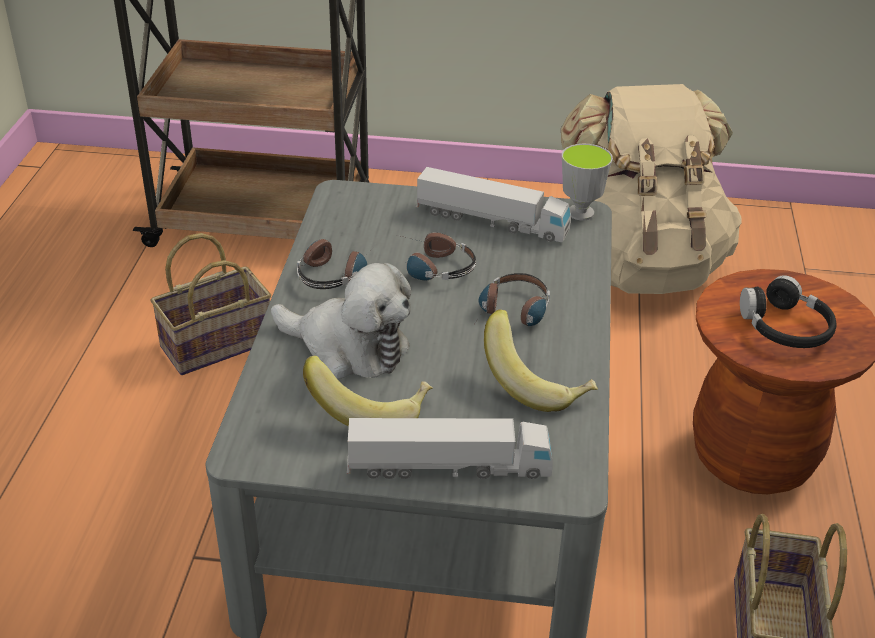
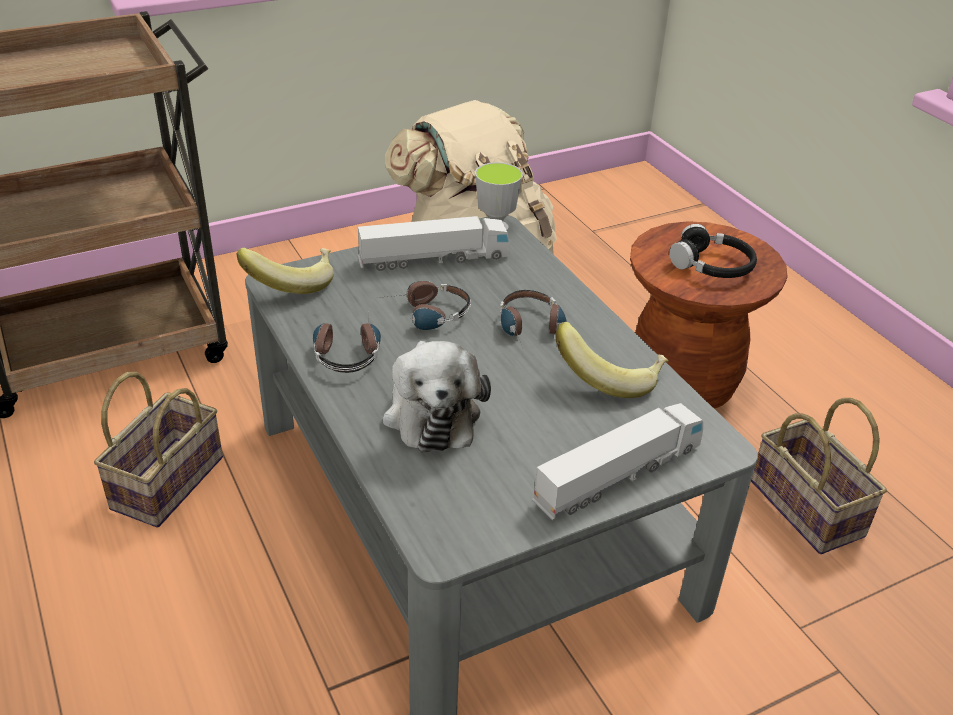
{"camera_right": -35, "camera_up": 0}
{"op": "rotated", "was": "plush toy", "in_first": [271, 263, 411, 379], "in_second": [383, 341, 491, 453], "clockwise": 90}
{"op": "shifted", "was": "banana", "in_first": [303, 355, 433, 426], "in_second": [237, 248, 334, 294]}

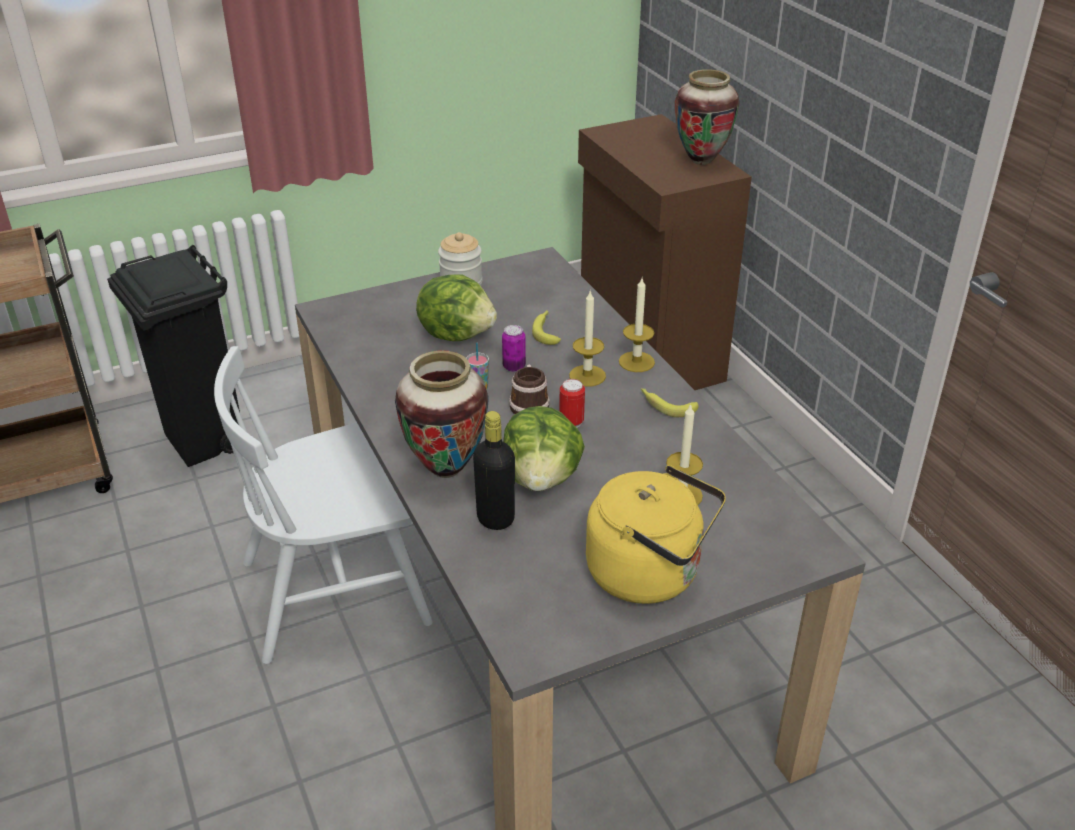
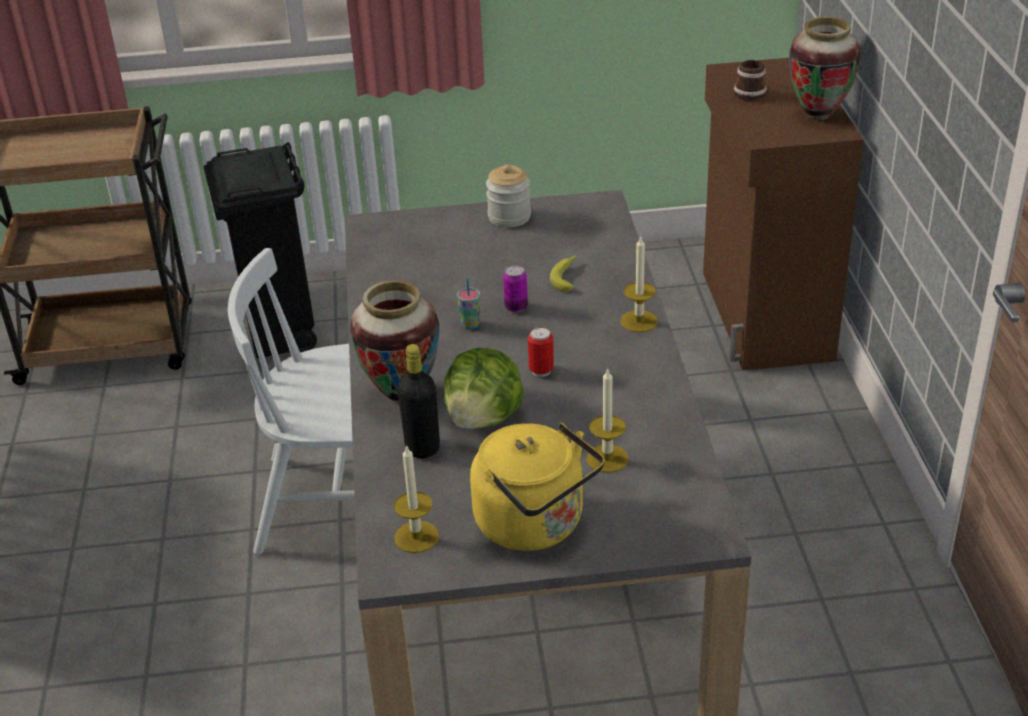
{"camera_right": 20, "camera_up": 0}
{"op": "gone", "was": "lettuce", "in_first": [416, 274, 497, 341]}
{"op": "shifted", "was": "mug", "in_first": [509, 365, 550, 414], "in_second": [734, 60, 767, 101]}
{"op": "shifted", "was": "candle", "in_first": [569, 290, 606, 387], "in_second": [394, 444, 439, 553]}
{"op": "gone", "was": "banana", "in_first": [641, 388, 698, 417]}

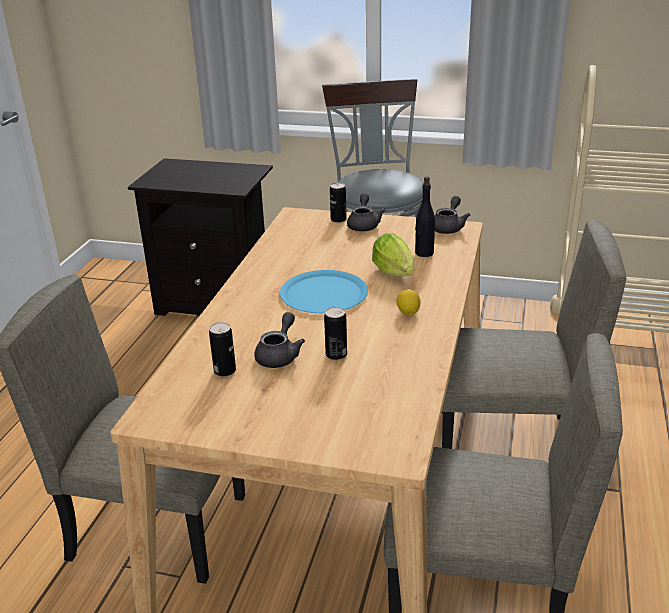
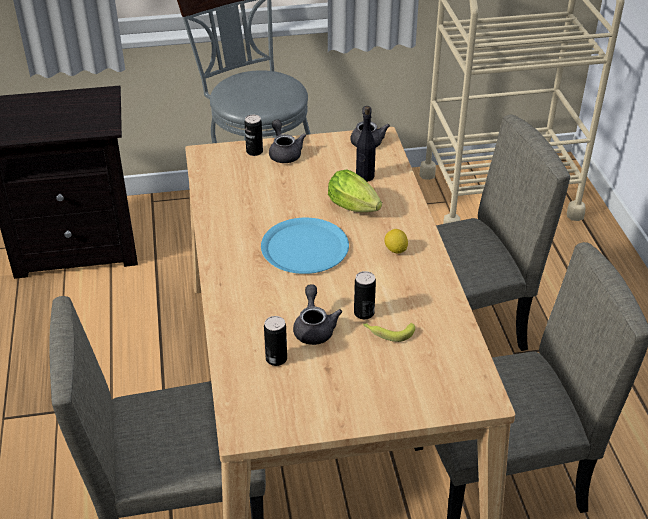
{"camera_right": -25, "camera_up": 10}
{"op": "new", "now": "banana", "in_second": [363, 323, 415, 342]}

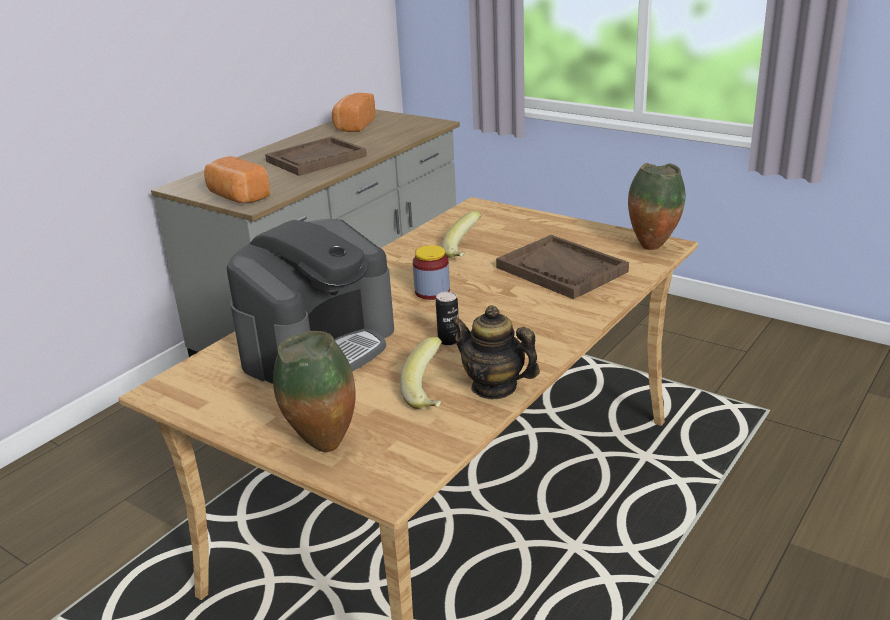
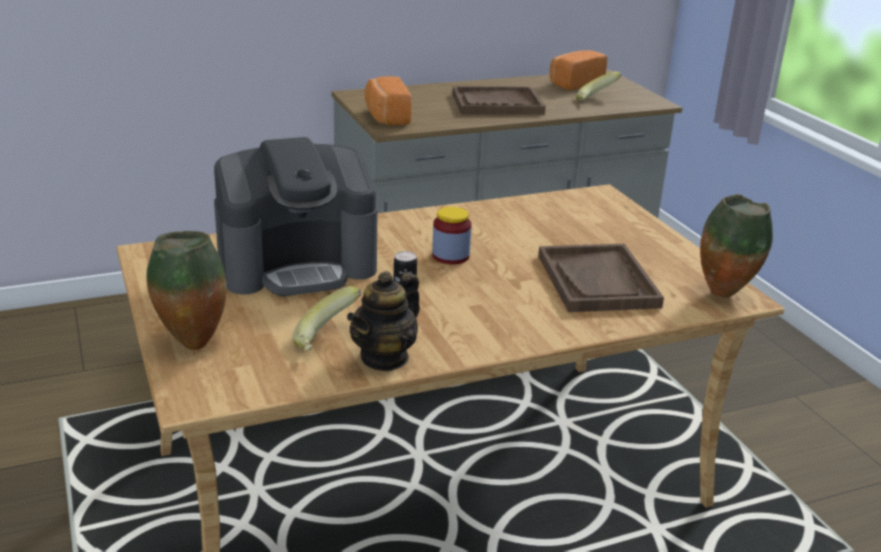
{"camera_right": 30, "camera_up": 0}
{"op": "shifted", "was": "banana", "in_first": [442, 211, 482, 258], "in_second": [576, 71, 621, 101]}
{"op": "rotated", "was": "teapot", "in_first": [450, 305, 540, 399], "in_second": [347, 271, 420, 372], "clockwise": -120}

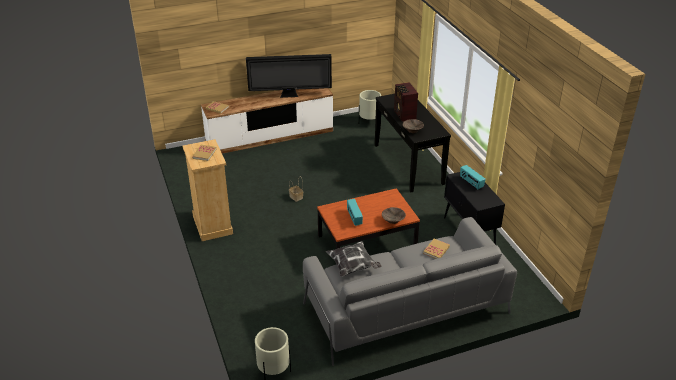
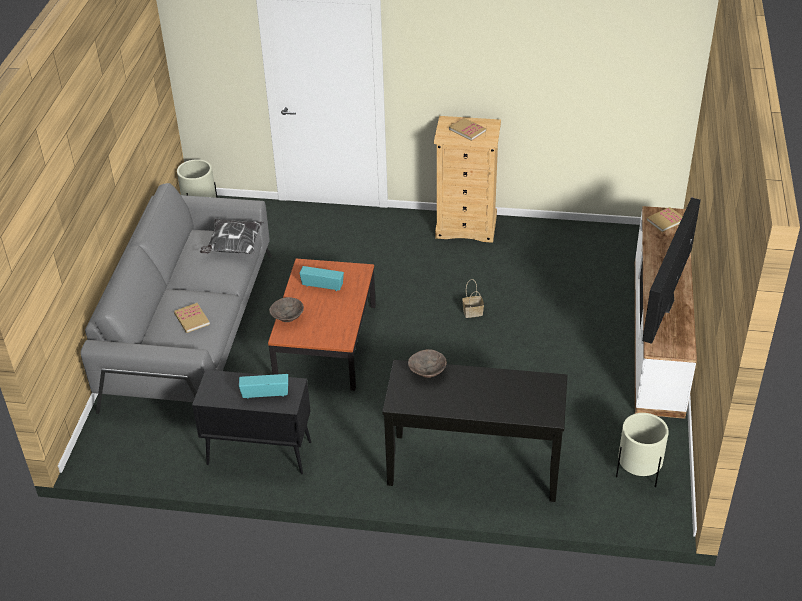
{"camera_right": 120, "camera_up": 5}
{"op": "gone", "was": "radio", "in_first": [394, 82, 418, 122]}

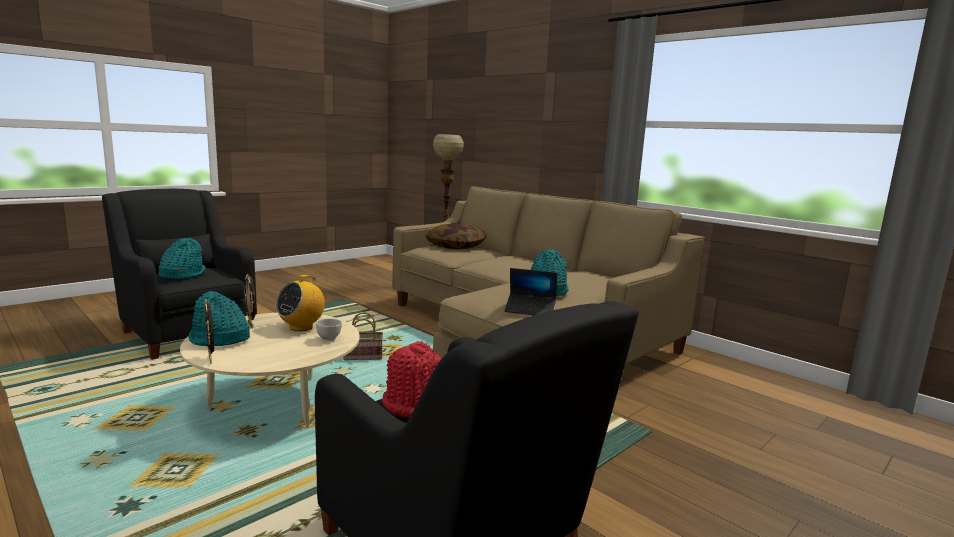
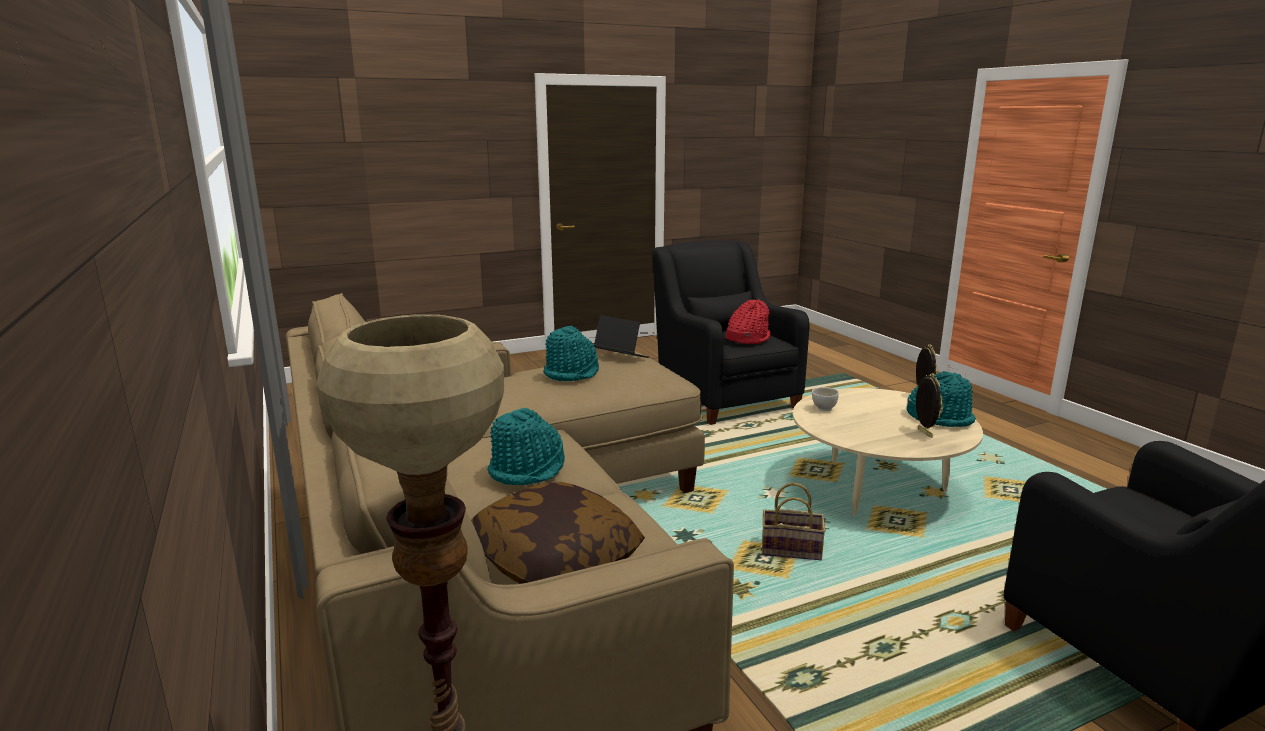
{"camera_right": -160, "camera_up": 5}
{"op": "shifted", "was": "turquoise hat", "in_first": [158, 238, 206, 279], "in_second": [487, 408, 565, 485]}
{"op": "gone", "was": "radio", "in_first": [276, 275, 325, 331]}

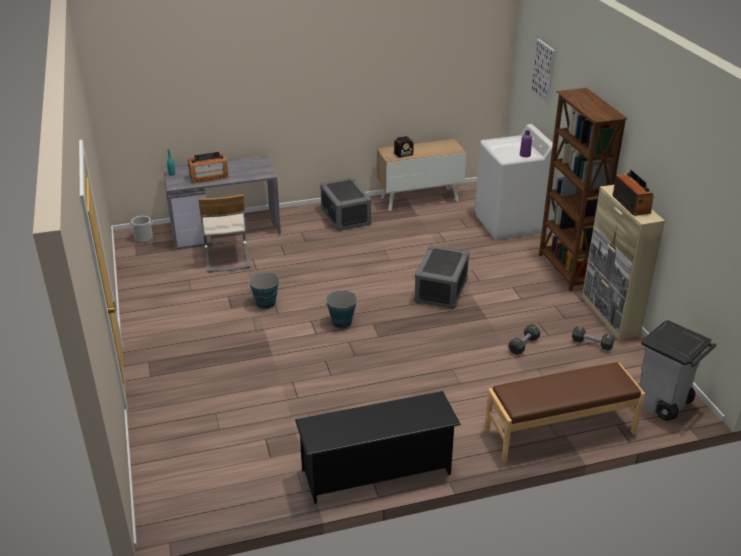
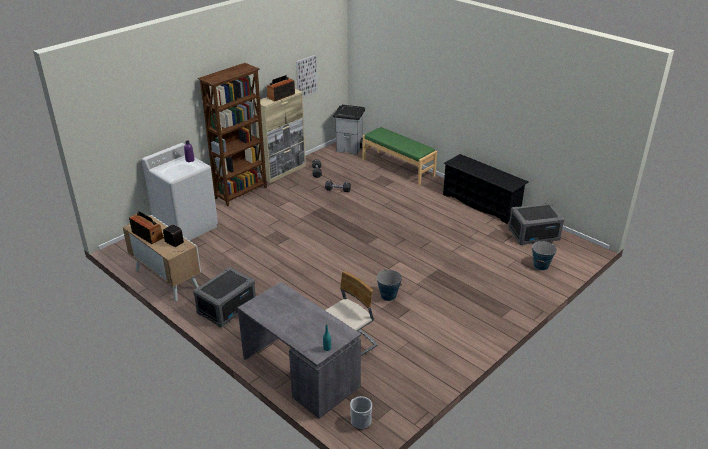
{"camera_right": -120, "camera_up": 0}
{"op": "shifted", "was": "radio", "in_first": [188, 152, 228, 184], "in_second": [129, 211, 164, 244]}
{"op": "shifted", "was": "bucket", "in_first": [325, 290, 357, 329], "in_second": [531, 241, 557, 270]}
{"op": "shifted", "was": "grey storage box", "in_first": [414, 245, 469, 309], "in_second": [508, 203, 565, 245]}
{"op": "repainted", "was": "brown bench", "now": "green bench", "in_first": [485, 362, 645, 462], "in_second": [362, 127, 437, 185]}
{"op": "shifted", "was": "picture", "in_first": [531, 39, 555, 104], "in_second": [296, 55, 318, 97]}

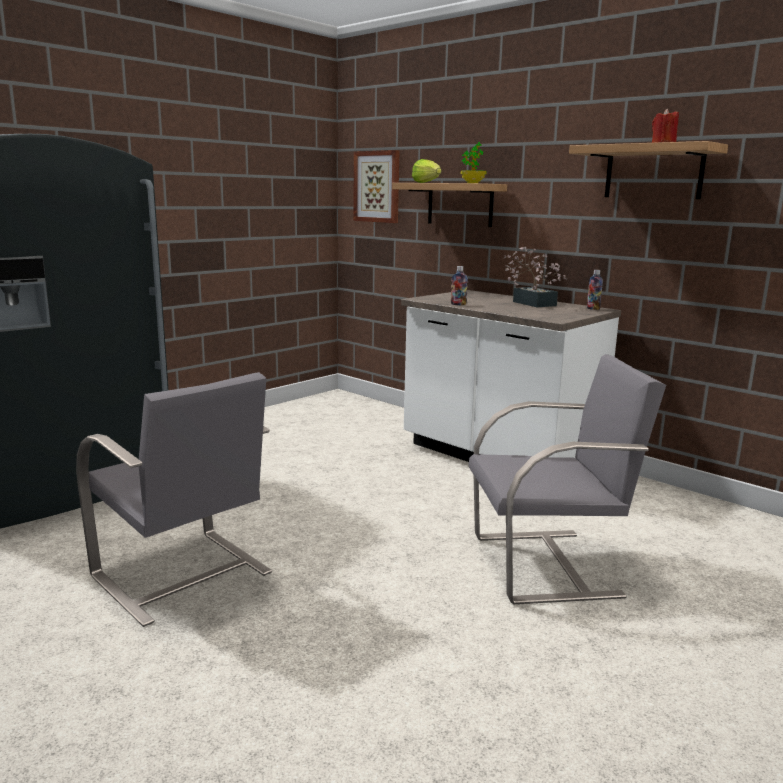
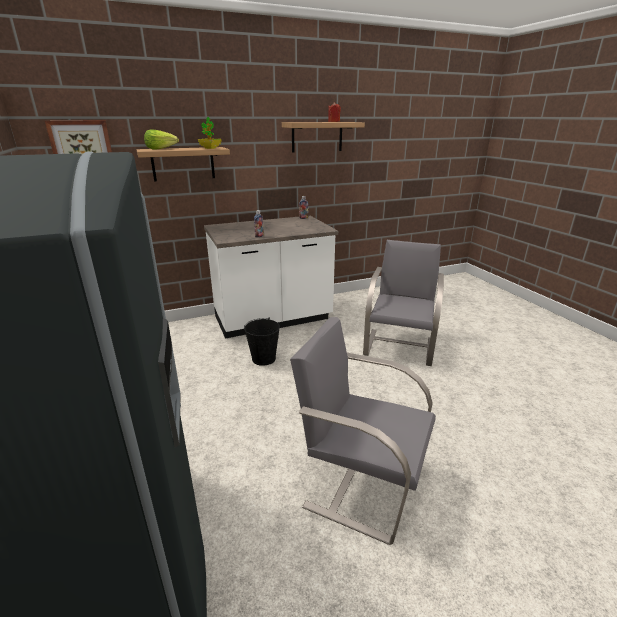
{"camera_right": -65, "camera_up": 10}
{"op": "rotated", "was": "grey chair", "in_first": [76, 372, 272, 627], "in_second": [290, 317, 436, 545], "clockwise": -135}
{"op": "gone", "was": "potted plant", "in_first": [503, 247, 567, 307]}
{"op": "new", "now": "black bucket", "in_second": [244, 318, 280, 366]}

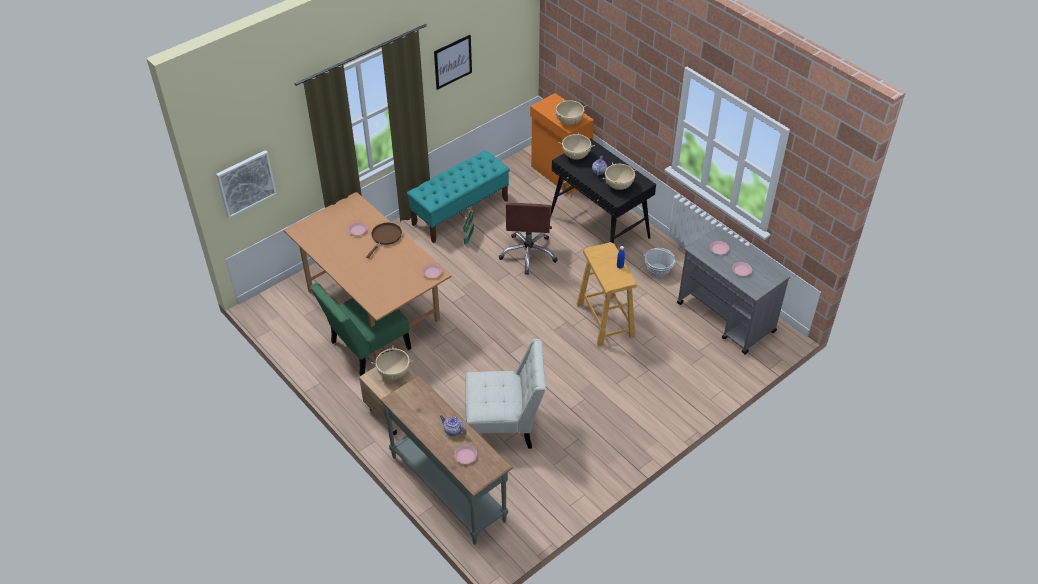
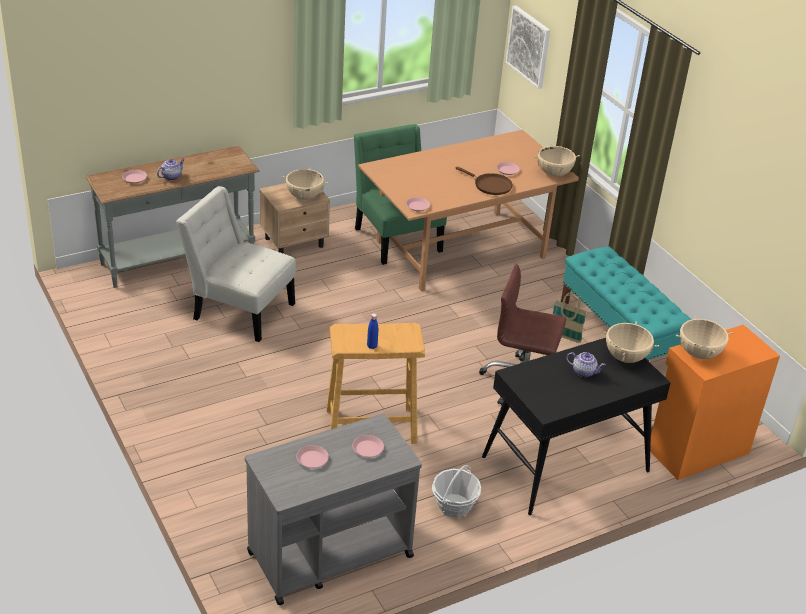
{"camera_right": 100, "camera_up": -10}
{"op": "gone", "was": "picture", "in_first": [434, 35, 472, 90]}
{"op": "rotated", "was": "white chair", "in_first": [465, 339, 546, 449], "in_second": [176, 186, 296, 342], "clockwise": 105}
{"op": "shifted", "was": "beige cooking pot", "in_first": [603, 162, 637, 190], "in_second": [534, 144, 580, 176]}

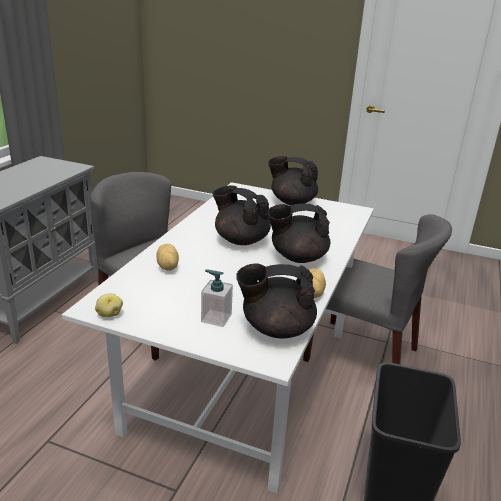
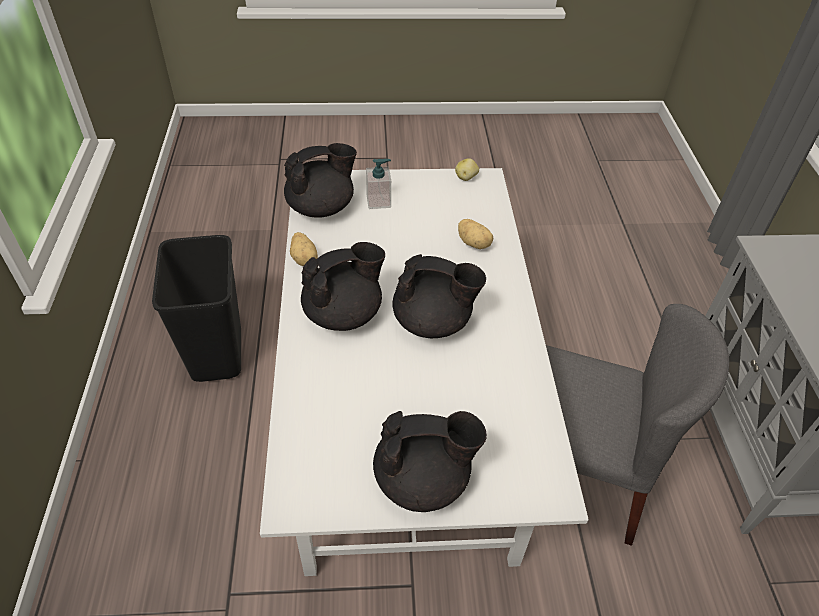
{"camera_right": 155, "camera_up": 20}
{"op": "gone", "was": "grey chair", "in_first": [303, 214, 452, 364]}

